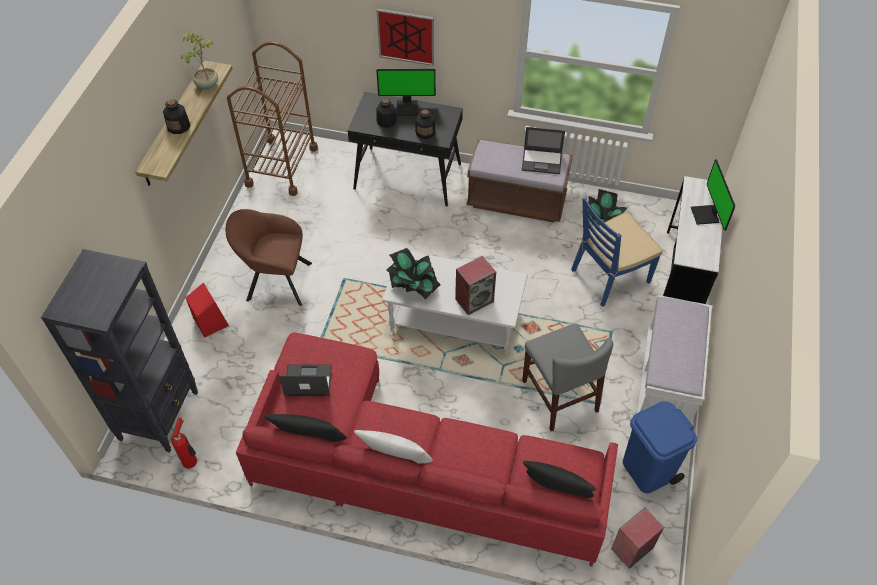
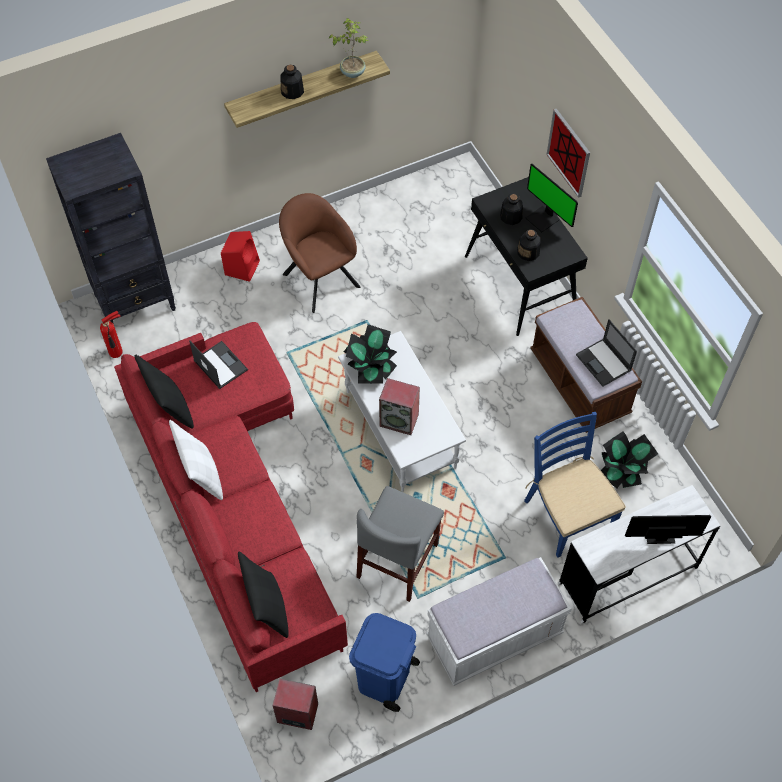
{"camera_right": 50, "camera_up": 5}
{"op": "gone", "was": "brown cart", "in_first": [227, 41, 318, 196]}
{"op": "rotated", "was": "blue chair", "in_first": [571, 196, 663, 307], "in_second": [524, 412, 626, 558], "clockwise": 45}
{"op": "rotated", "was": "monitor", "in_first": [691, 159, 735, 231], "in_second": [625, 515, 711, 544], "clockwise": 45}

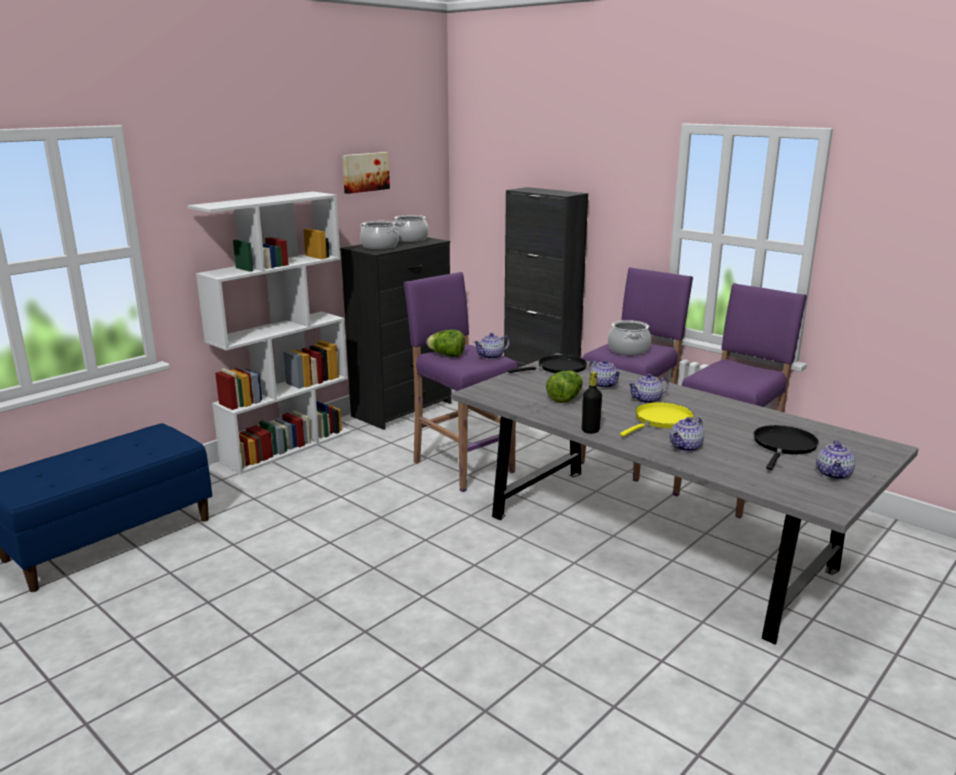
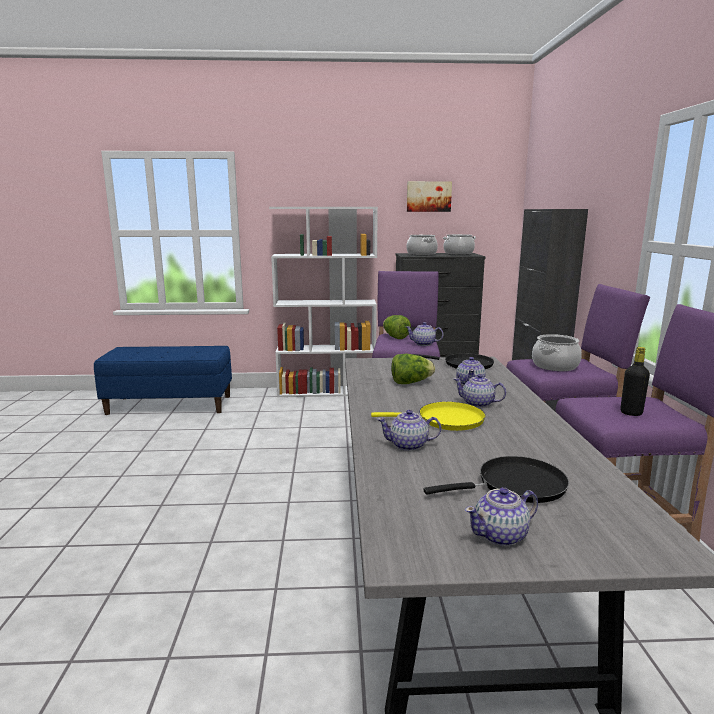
{"camera_right": 45, "camera_up": -5}
{"op": "shifted", "was": "black bottle", "in_first": [582, 372, 602, 434], "in_second": [620, 347, 650, 416]}

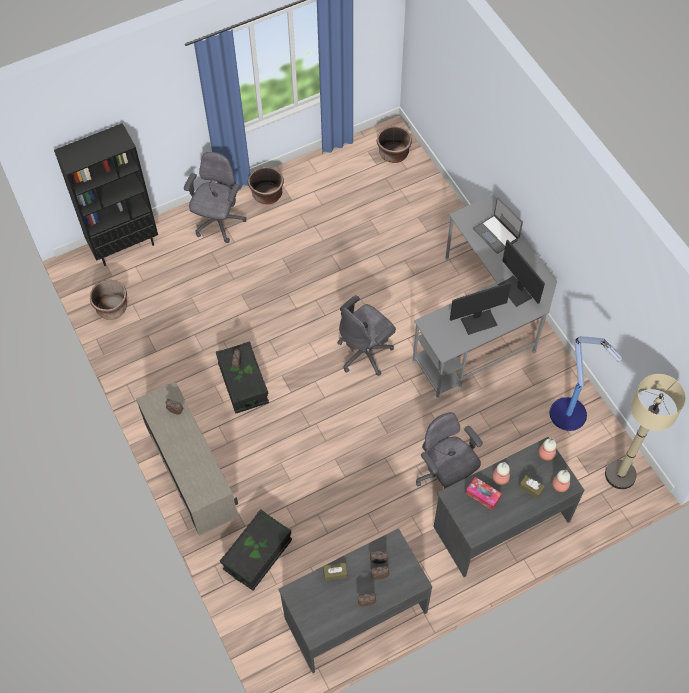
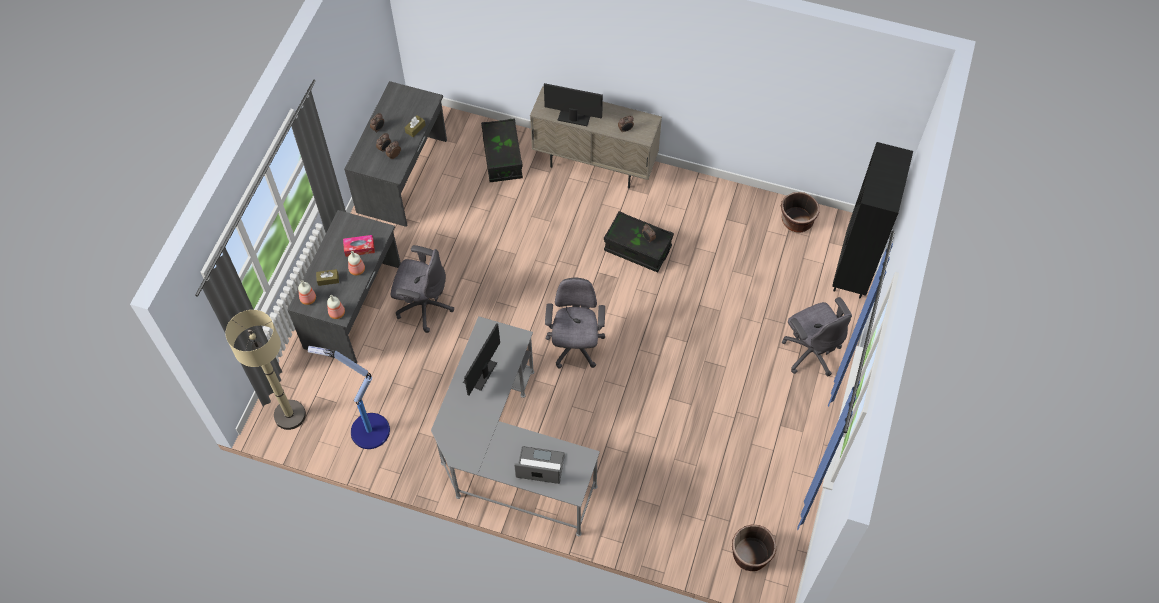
{"camera_right": 135, "camera_up": 0}
{"op": "gone", "was": "brown planter", "in_first": [248, 167, 284, 205]}
{"op": "shifted", "was": "monitor", "in_first": [498, 240, 545, 307], "in_second": [544, 83, 603, 126]}

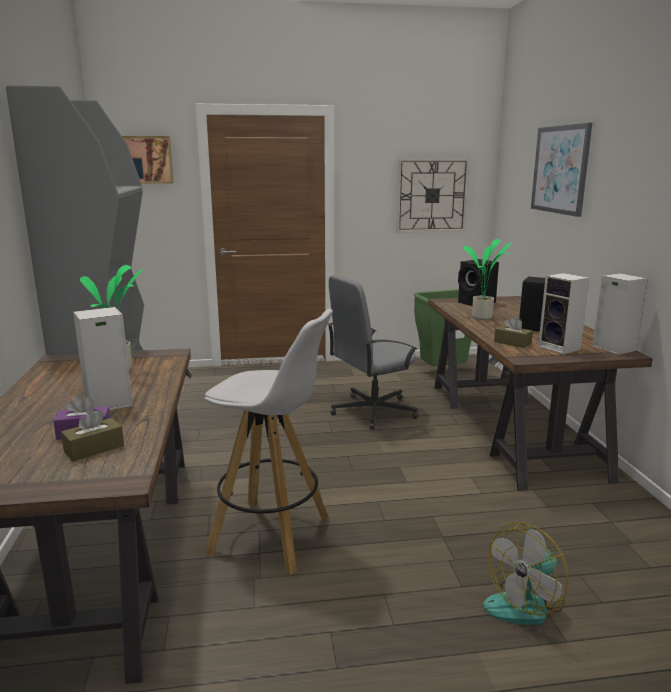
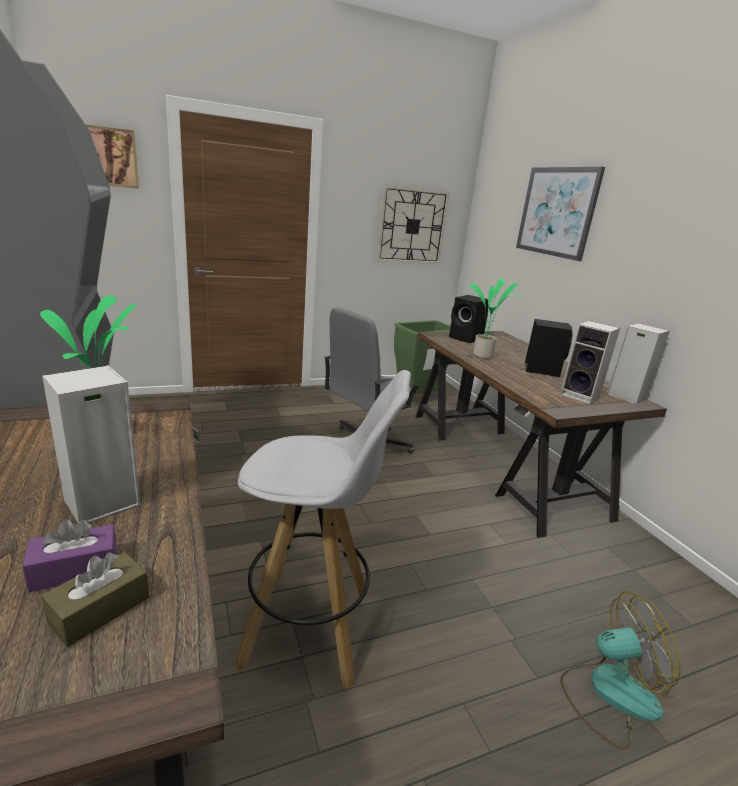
{"camera_right": -15, "camera_up": 5}
{"op": "rotated", "was": "fan", "in_first": [483, 522, 568, 625], "in_second": [560, 591, 680, 749], "clockwise": -135}
{"op": "gone", "was": "brown tissue box", "in_first": [494, 316, 533, 348]}

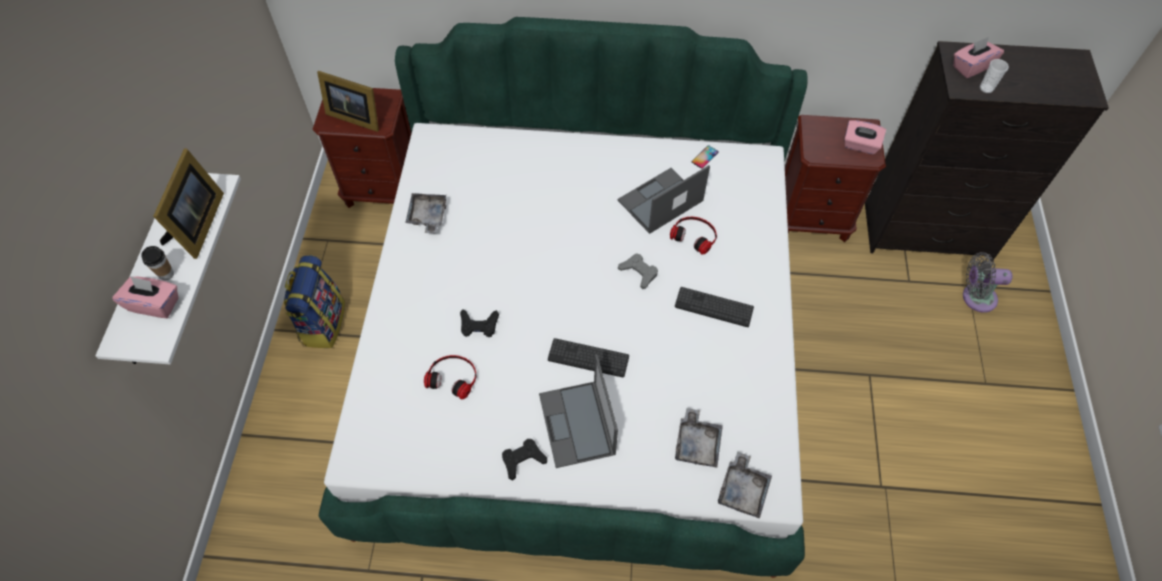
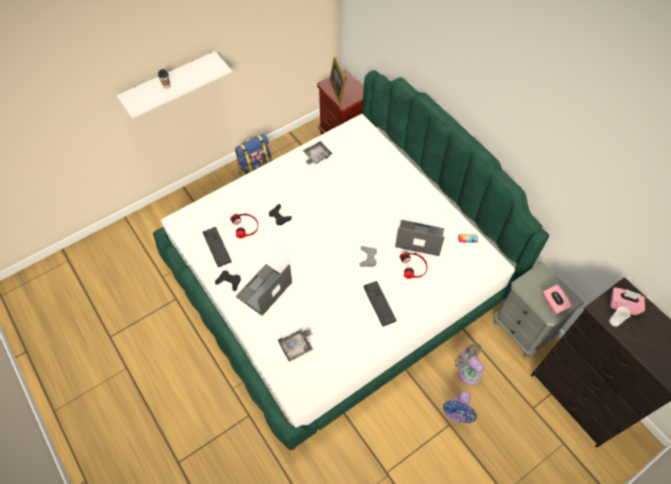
{"camera_right": 50, "camera_up": 0}
{"op": "gone", "was": "pink tissue box", "in_first": [112, 276, 178, 318]}
{"op": "gone", "was": "picture frame", "in_first": [153, 148, 224, 259]}
{"op": "shifted", "was": "keyboard", "in_first": [548, 338, 629, 377], "in_second": [203, 227, 232, 267]}
{"op": "gone", "was": "grey tray", "in_first": [718, 452, 772, 519]}
{"op": "repainted", "was": "brown nightstand", "now": "grey nightstand", "in_first": [785, 115, 886, 242], "in_second": [494, 262, 584, 358]}
{"op": "shifted", "was": "grey fan", "in_first": [963, 252, 1012, 313], "in_second": [454, 343, 485, 385]}
{"op": "new", "now": "blue fan", "in_second": [443, 391, 477, 423]}

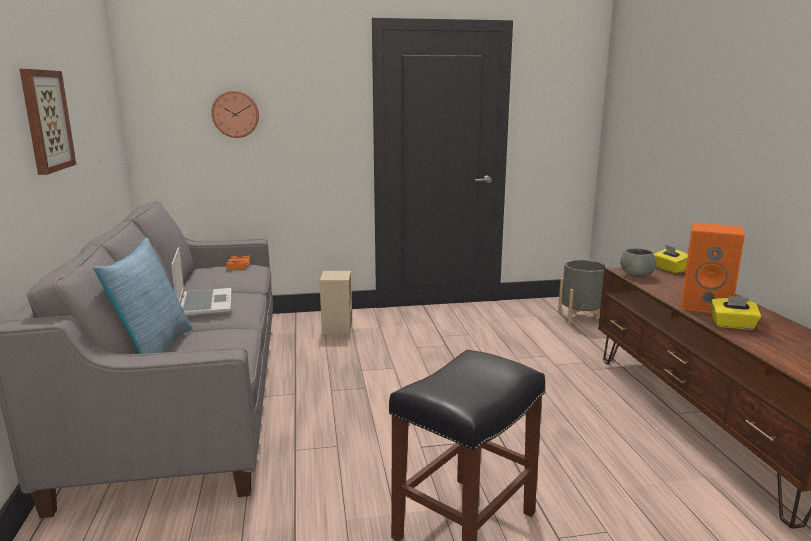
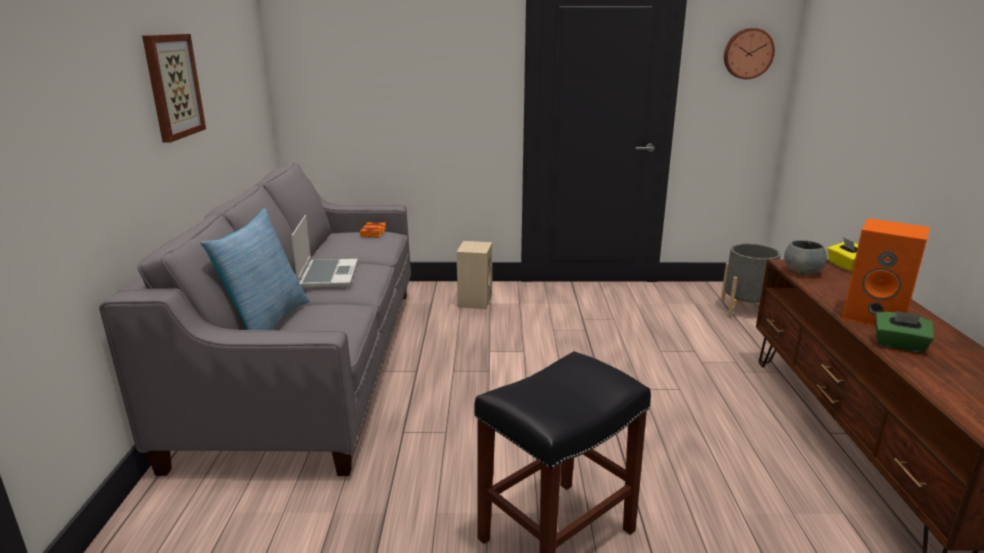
{"camera_right": 10, "camera_up": 5}
{"op": "shifted", "was": "wall clock", "in_first": [212, 91, 259, 138], "in_second": [724, 28, 775, 79]}
{"op": "repainted", "was": "yellow tissue box", "now": "green tissue box", "in_first": [711, 296, 761, 330], "in_second": [875, 311, 934, 353]}

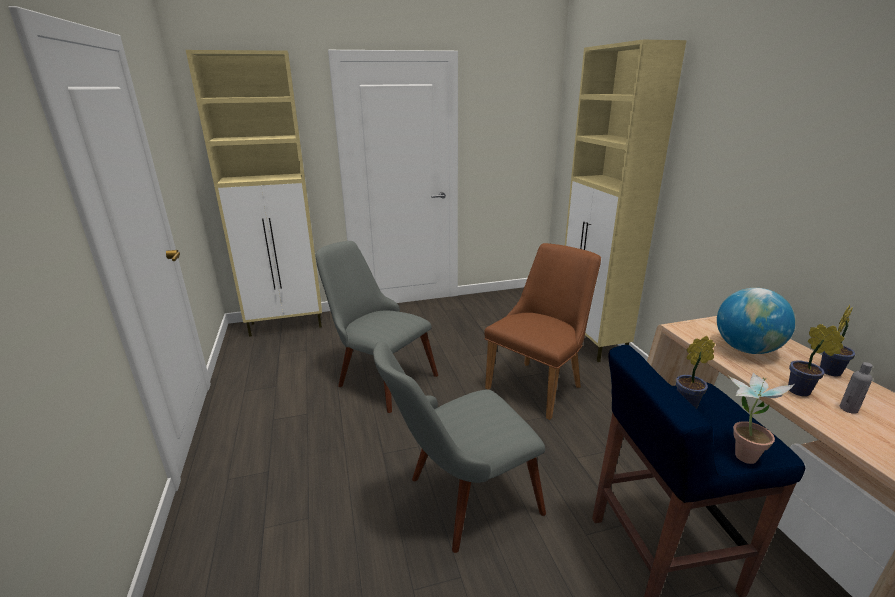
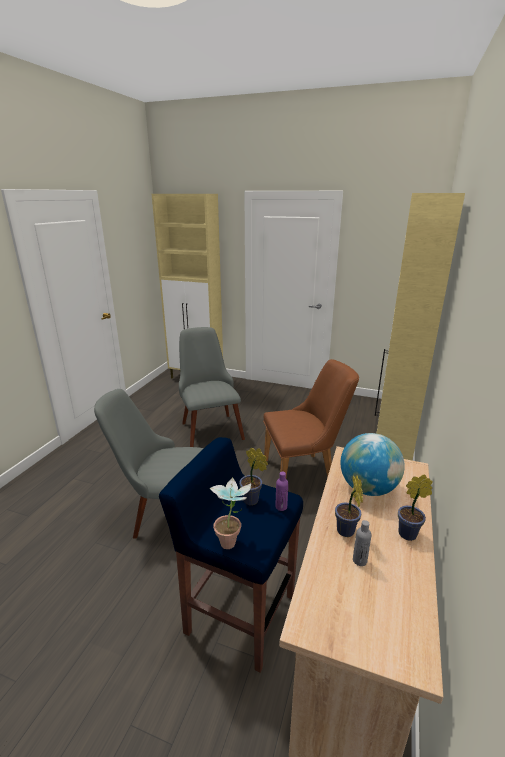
{"camera_right": 35, "camera_up": 0}
{"op": "new", "now": "purple bottle", "in_second": [275, 472, 288, 511]}

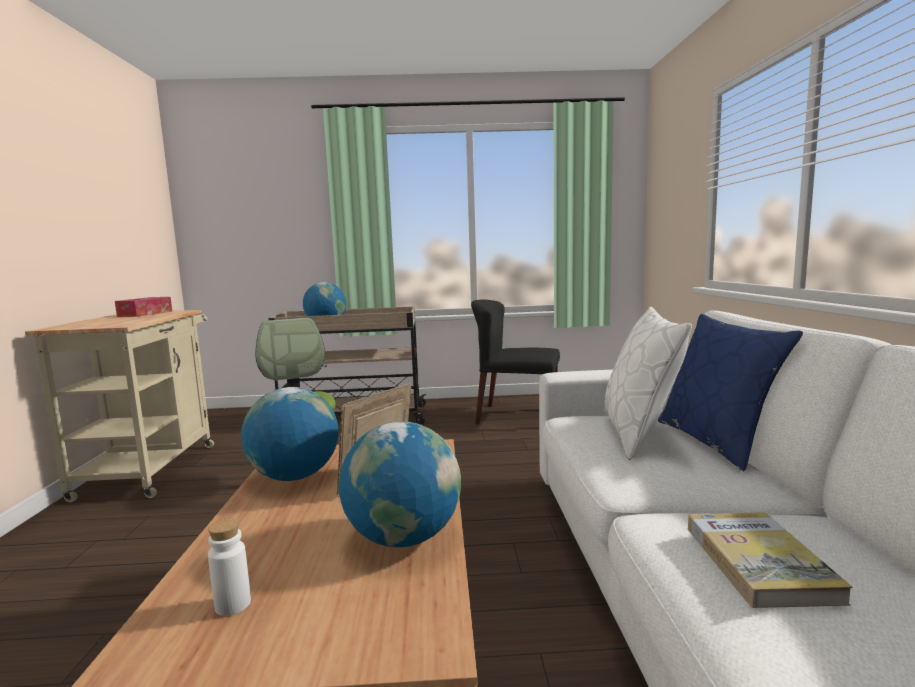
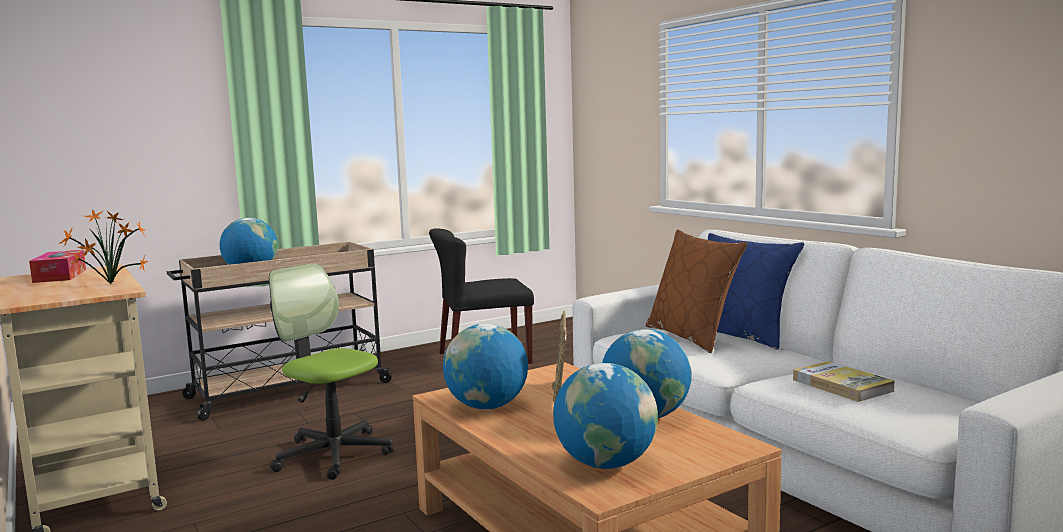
{"camera_right": -30, "camera_up": 0}
{"op": "swapped", "was": "white bottle", "now": "globe", "in_first": [208, 519, 251, 616], "in_second": [553, 363, 658, 469]}
{"op": "repainted", "was": "white pillow", "now": "brown pillow", "in_first": [604, 307, 692, 460], "in_second": [646, 230, 747, 353]}
{"op": "new", "now": "potted plant", "in_second": [58, 209, 148, 284]}

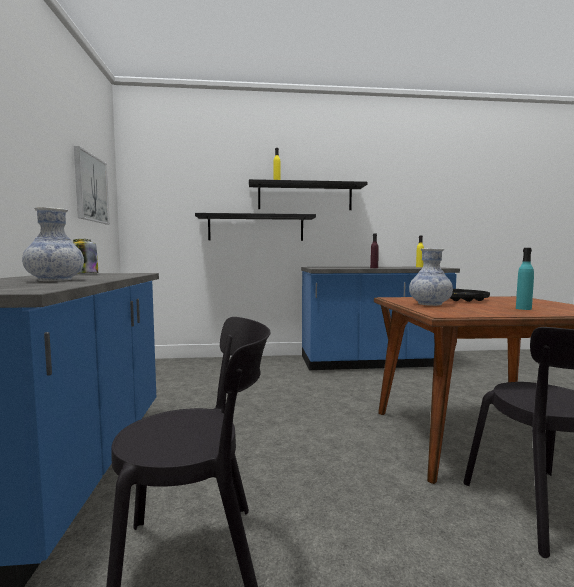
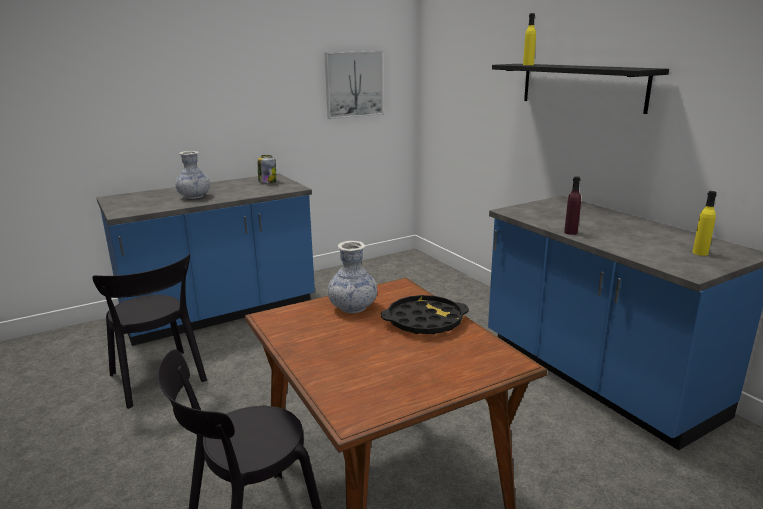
{"camera_right": 65, "camera_up": 15}
{"op": "gone", "was": "black shelf", "in_first": [195, 213, 316, 241]}
{"op": "gone", "was": "turquoise bottle", "in_first": [516, 248, 534, 310]}

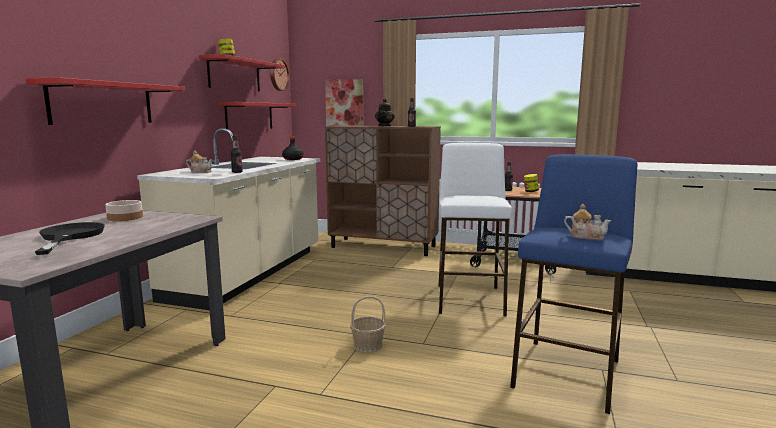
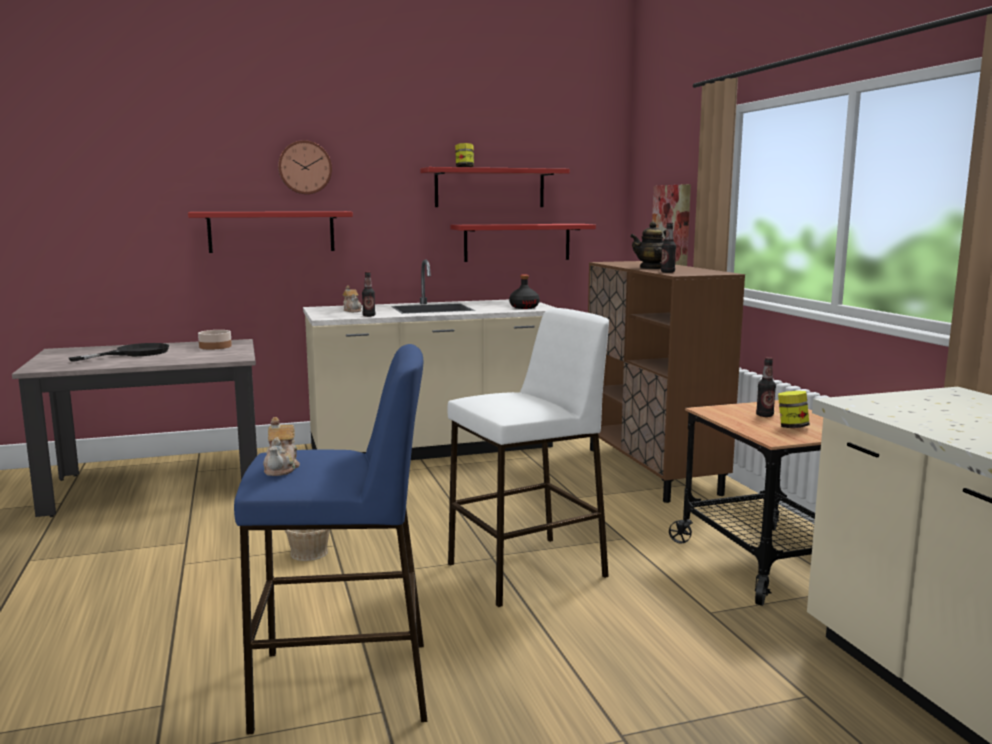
{"camera_right": 55, "camera_up": 0}
{"op": "shifted", "was": "wall clock", "in_first": [270, 59, 290, 91], "in_second": [278, 140, 332, 194]}

